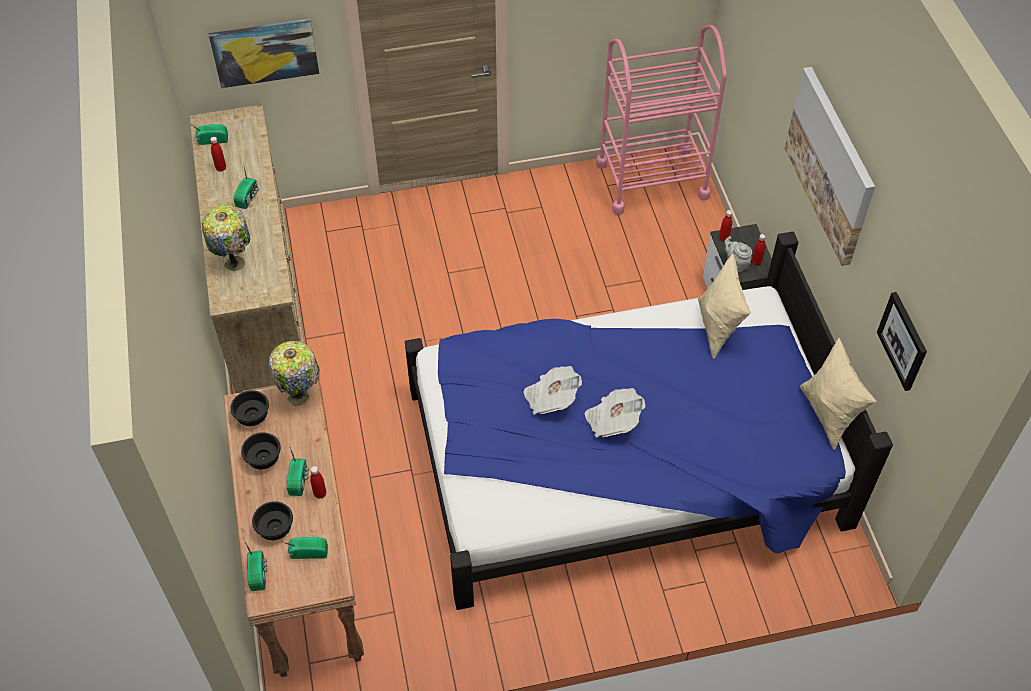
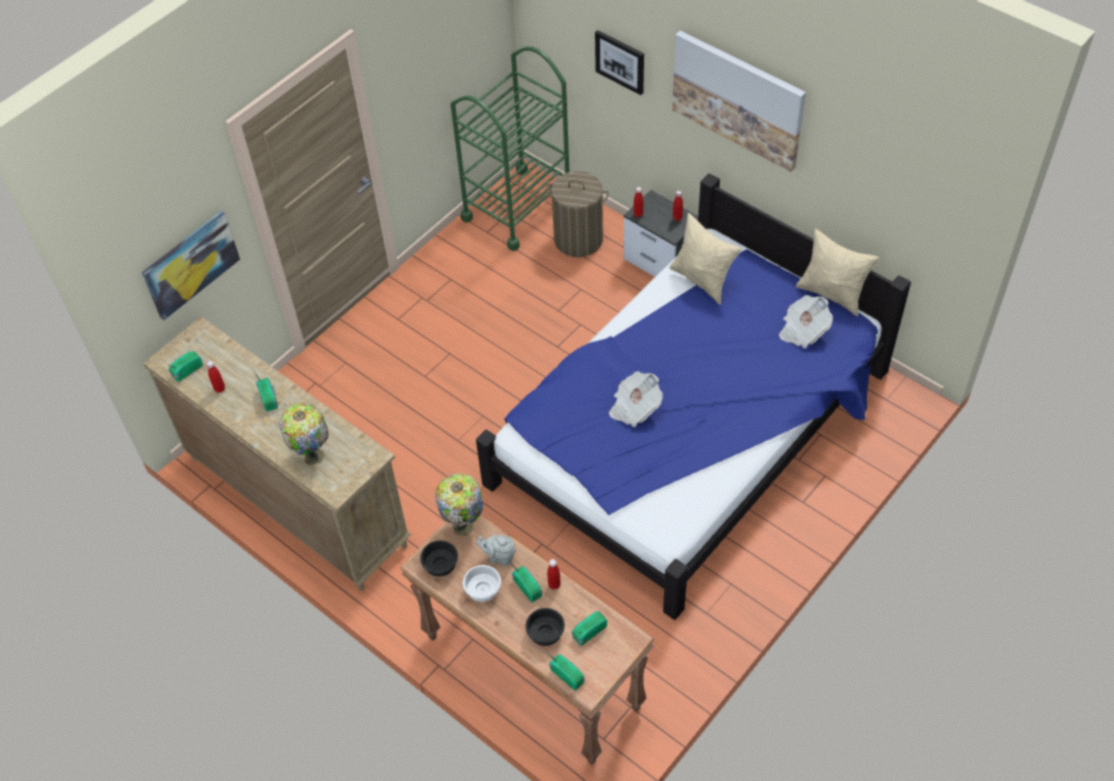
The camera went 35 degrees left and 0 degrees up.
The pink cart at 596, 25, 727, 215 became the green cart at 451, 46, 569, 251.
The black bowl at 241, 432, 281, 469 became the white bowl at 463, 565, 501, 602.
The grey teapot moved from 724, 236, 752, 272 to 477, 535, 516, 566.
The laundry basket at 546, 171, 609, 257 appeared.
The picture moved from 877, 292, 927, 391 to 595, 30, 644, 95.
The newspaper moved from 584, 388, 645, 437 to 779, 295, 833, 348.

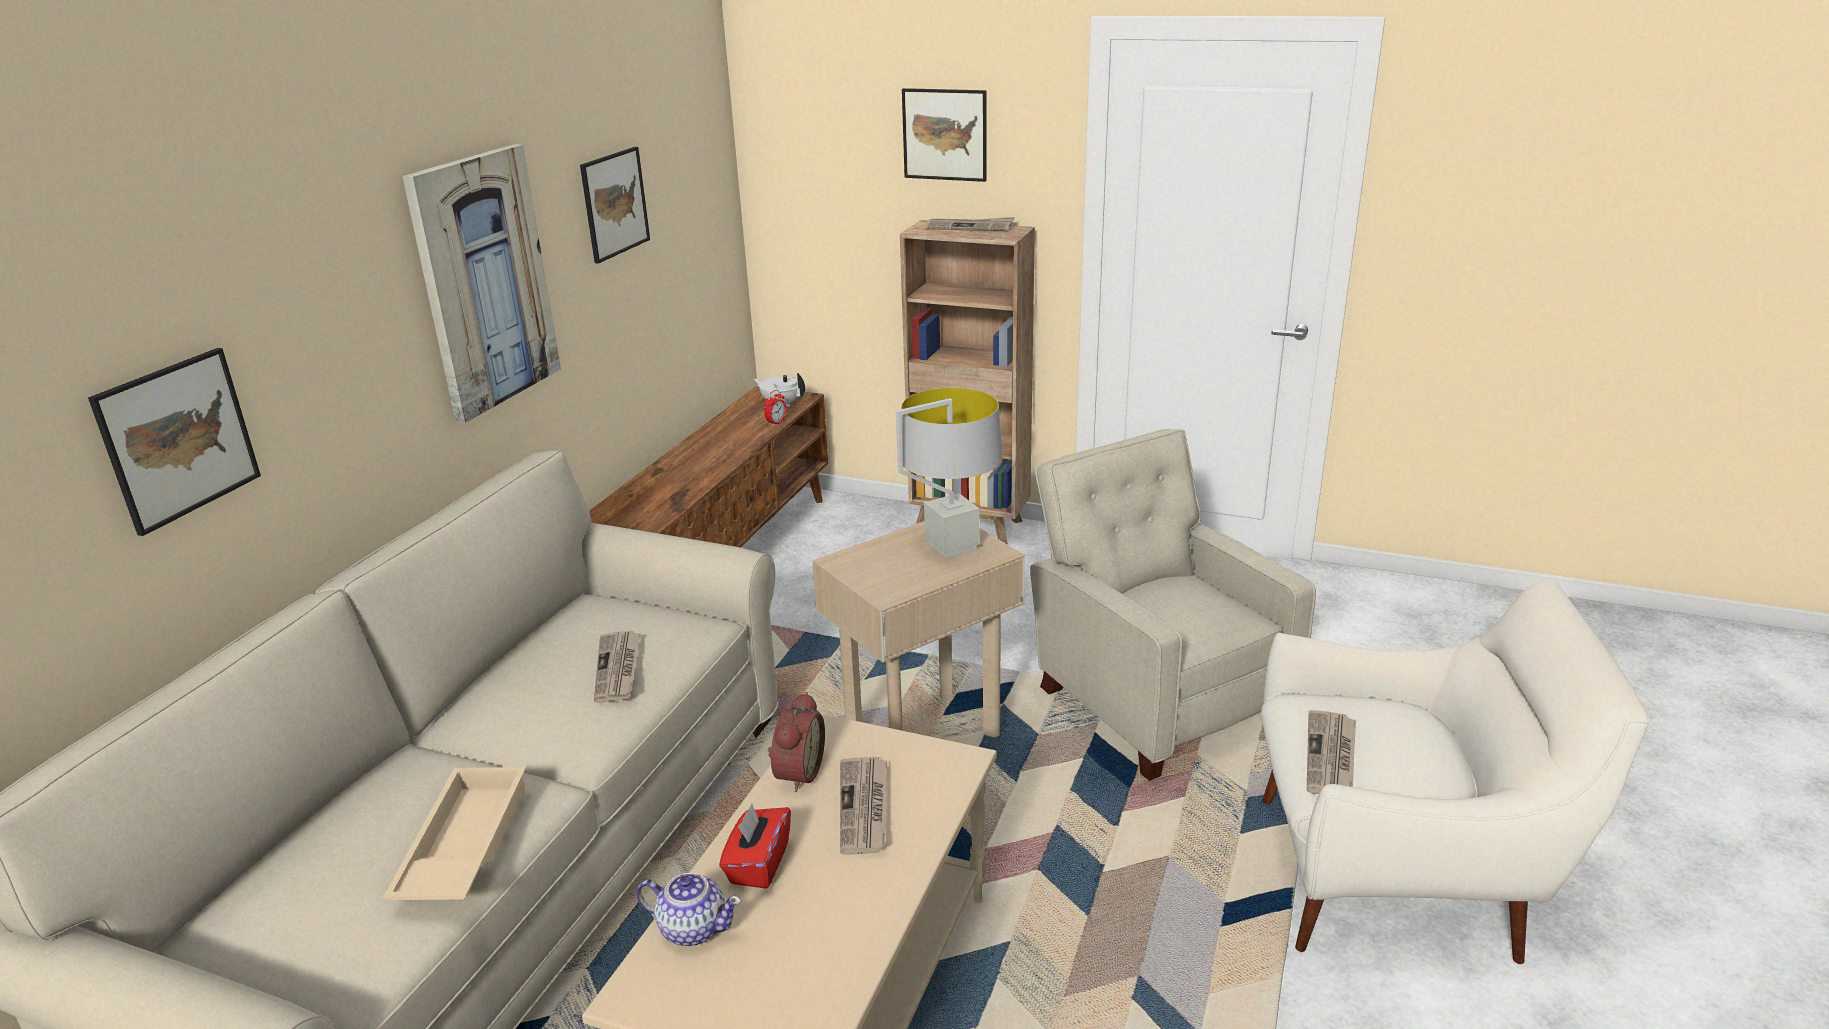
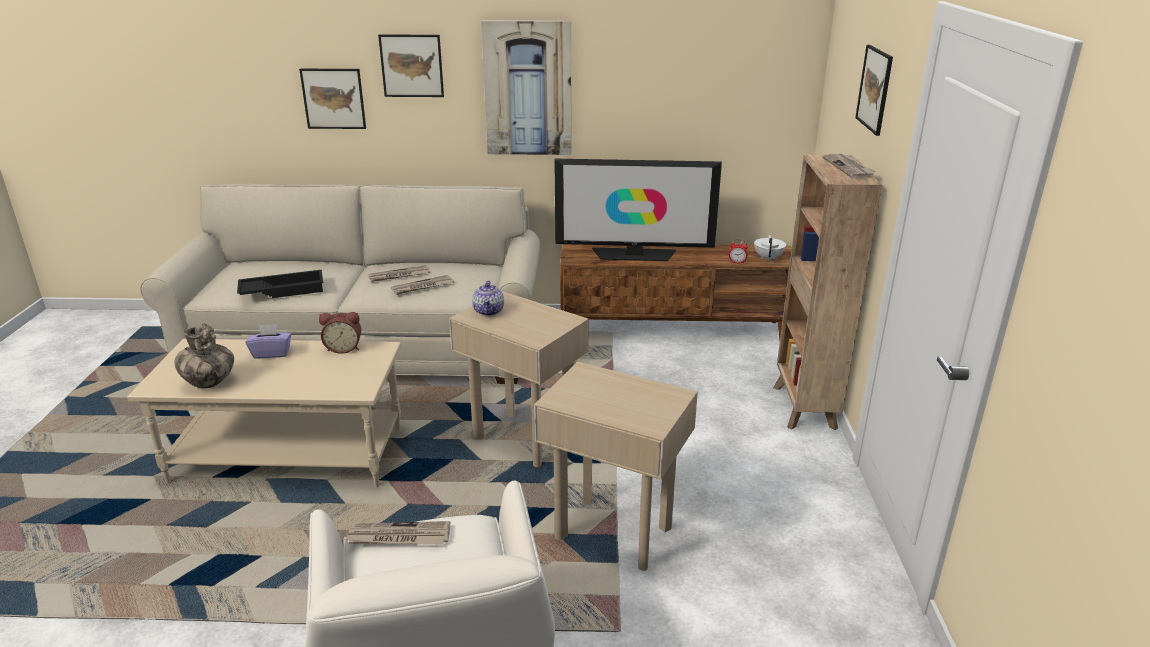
The camera went 70 degrees right and 0 degrees up.
The vase at 174, 324, 234, 388 appeared.
The beige tray at 383, 767, 526, 900 became the black tray at 237, 270, 323, 298.
The red tissue box at 719, 803, 791, 889 became the purple tissue box at 246, 324, 292, 359.
The newspaper moved from 840, 757, 888, 855 to 368, 265, 430, 282.
The picture moved from 580, 147, 650, 264 to 378, 35, 444, 97.
The teapot moved from 636, 873, 741, 946 to 472, 281, 504, 316.
The beige armchair at 1030, 429, 1316, 781 was replaced by the beige side table at 534, 362, 698, 571.
The television at 554, 159, 722, 261 appeared.
The grey table lamp at 896, 388, 1003, 558 disappeared.

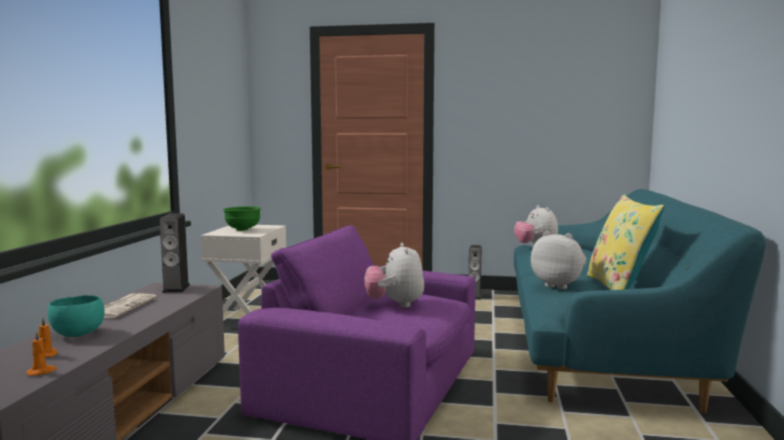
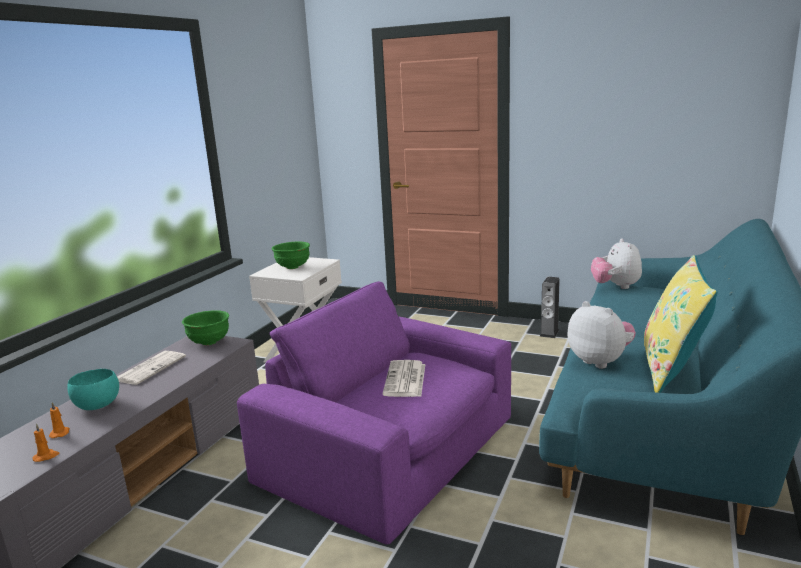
The camera went 15 degrees right and 10 degrees up.
The speaker at 160, 213, 190, 293 was replaced by the green bowl at 182, 310, 229, 345.
The plush toy at 364, 243, 424, 308 was replaced by the newspaper at 382, 360, 425, 397.

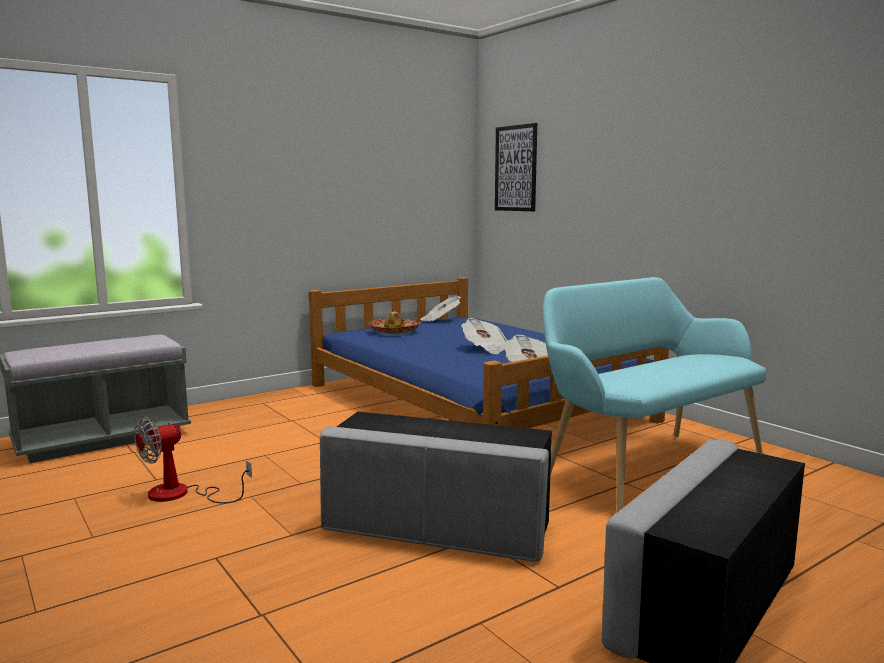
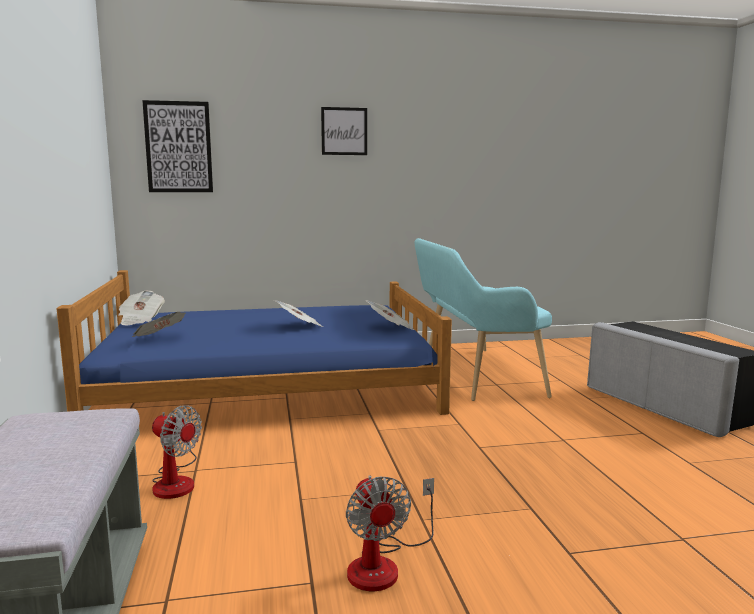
The camera went 65 degrees left and 0 degrees up.
The hat at 369, 312, 420, 334 was replaced by the newspaper at 132, 312, 186, 337.
The fan at 152, 405, 202, 499 appeared.
The picture at 321, 107, 367, 155 appeared.
The grey ottoman at 320, 412, 552, 562 disappeared.

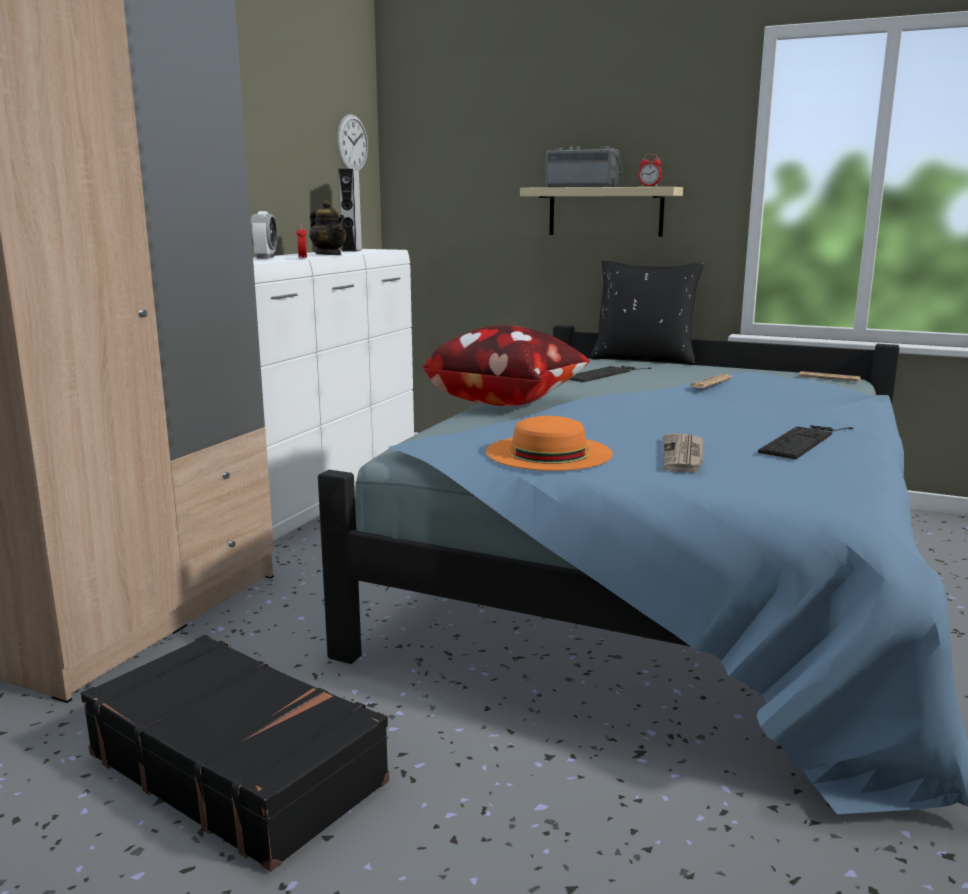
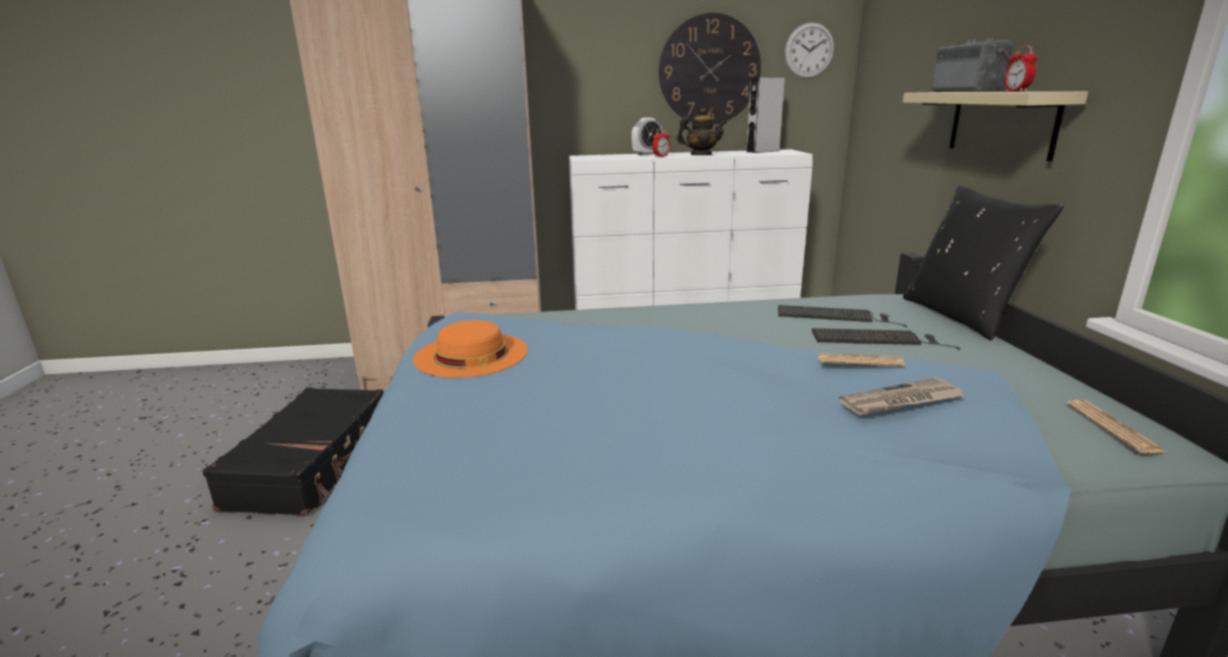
The camera went 60 degrees right and 5 degrees up.
The wall clock at 659, 13, 761, 125 appeared.
The teapot at 309, 200, 346, 255 turned 105 degrees counterclockwise.
The keyboard moved from 758, 425, 854, 459 to 812, 328, 961, 349.
The newspaper moved from 663, 433, 703, 472 to 838, 377, 965, 415.
The pillow at 421, 325, 590, 406 disappeared.

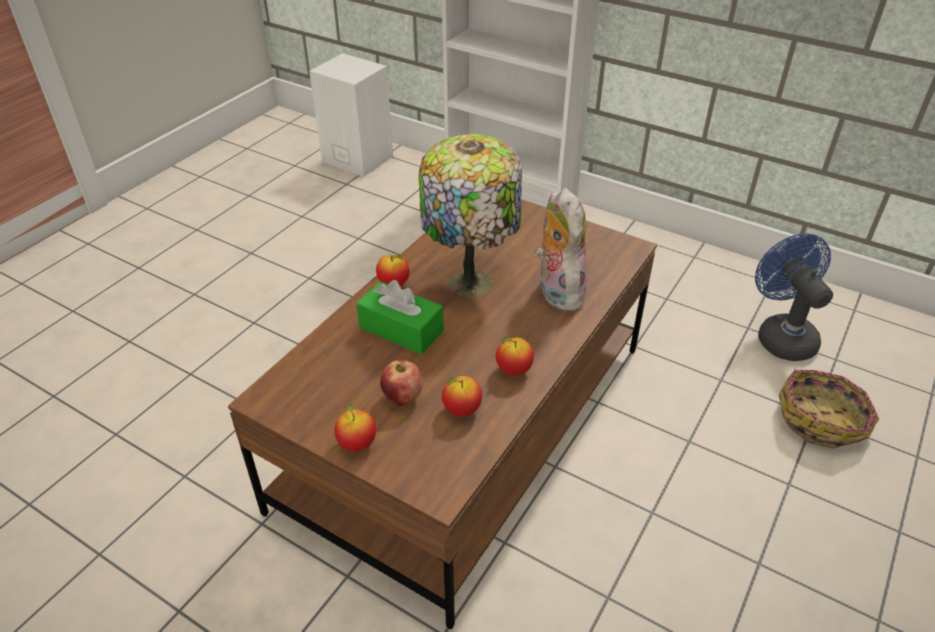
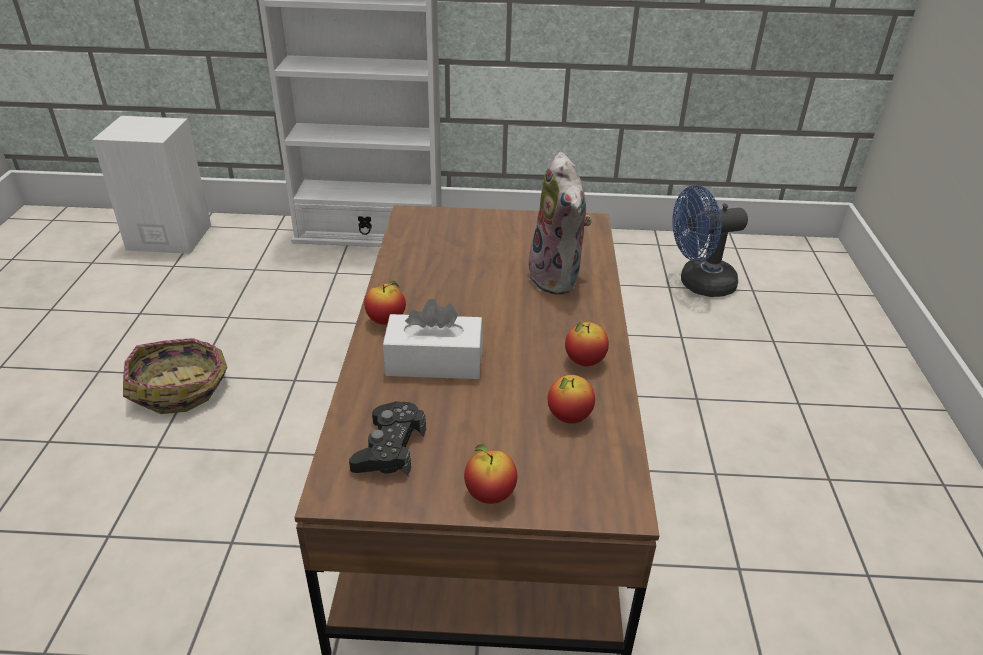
The camera went 30 degrees left and 5 degrees down.
The basket moved from 779, 370, 879, 449 to 123, 338, 228, 414.
The black game controller at 349, 401, 426, 476 appeared.
The green tissue box at 356, 280, 444, 354 became the white tissue box at 383, 299, 483, 379.
The plush toy at 535, 188, 587, 311 turned 150 degrees counterclockwise.
The blue fan at 755, 234, 833, 361 turned 60 degrees counterclockwise.
The apple at 380, 360, 423, 406 disappeared.
The table lamp at 418, 134, 522, 298 disappeared.

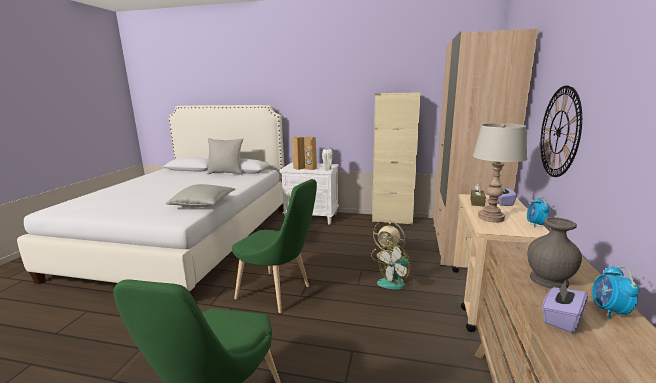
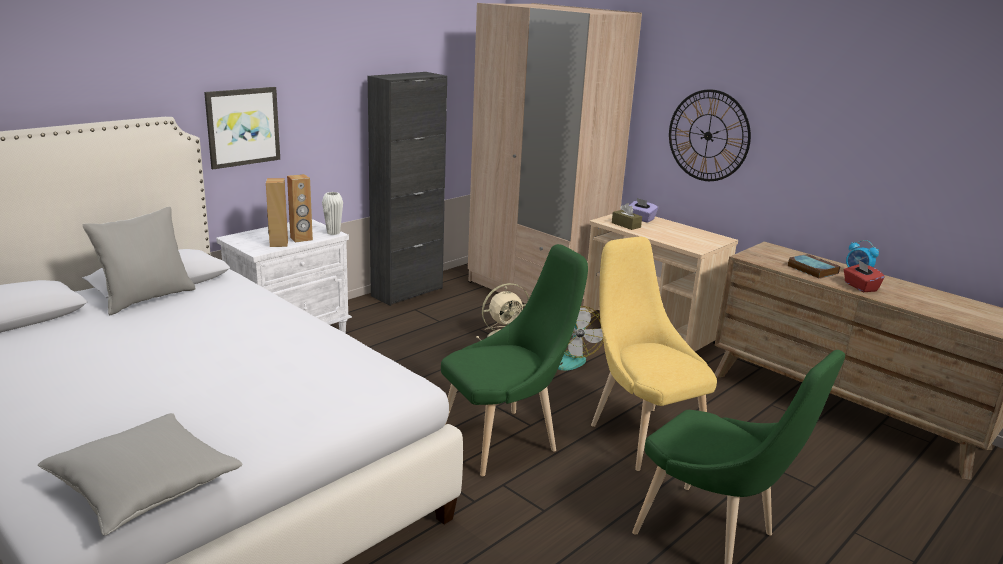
The camera went 60 degrees left and 5 degrees up.
The grey pillow moved from 165, 184, 235, 207 to 38, 413, 242, 536.
The picture at 204, 87, 280, 169 appeared.
The beige cabinet at 372, 92, 421, 225 became the black cabinet at 368, 72, 447, 306.
The yellow chair at 591, 237, 717, 471 appeared.
The grey vase at 527, 217, 582, 289 was replaced by the book at 787, 254, 840, 279.
The purple tissue box at 542, 281, 588, 333 became the red tissue box at 844, 260, 885, 292.
The grey table lamp at 473, 123, 527, 223 disappeared.
The alarm clock at 527, 197, 550, 228 disappeared.

